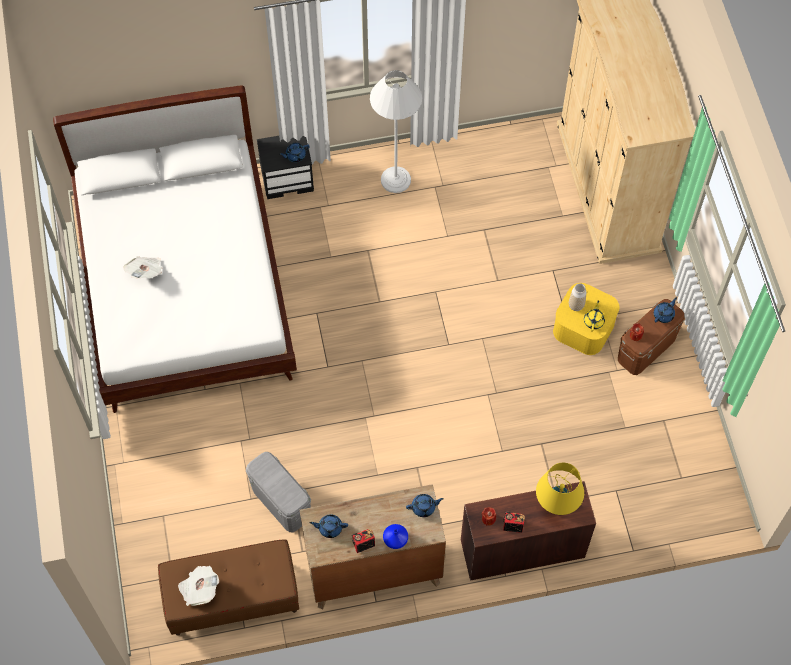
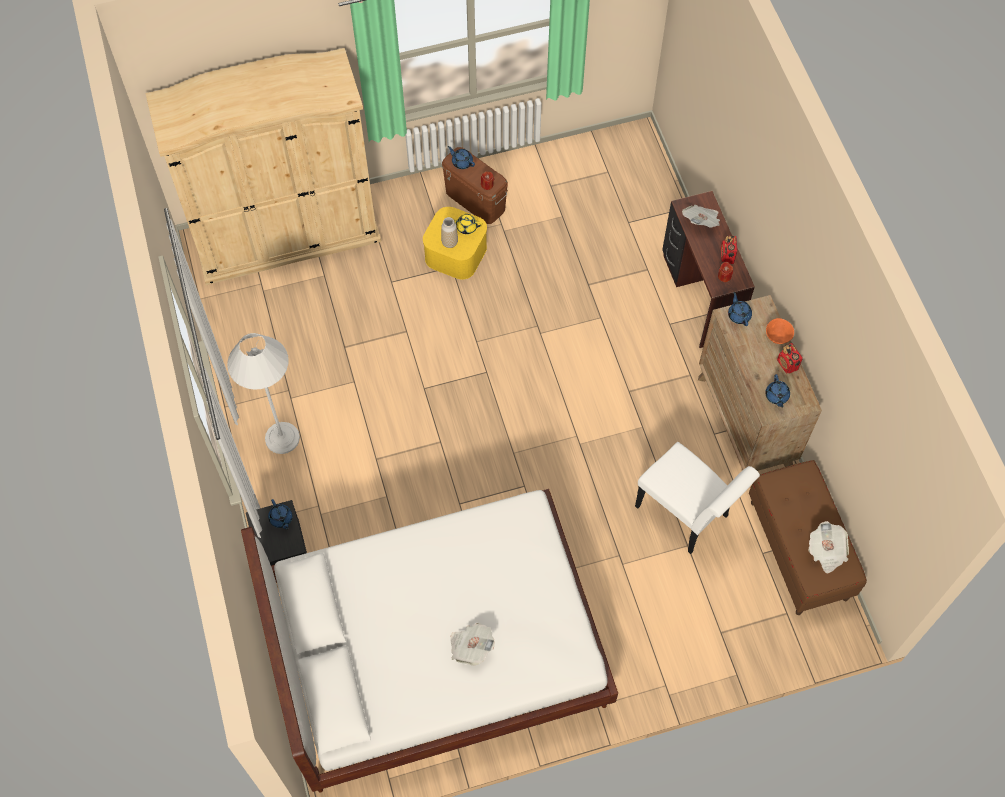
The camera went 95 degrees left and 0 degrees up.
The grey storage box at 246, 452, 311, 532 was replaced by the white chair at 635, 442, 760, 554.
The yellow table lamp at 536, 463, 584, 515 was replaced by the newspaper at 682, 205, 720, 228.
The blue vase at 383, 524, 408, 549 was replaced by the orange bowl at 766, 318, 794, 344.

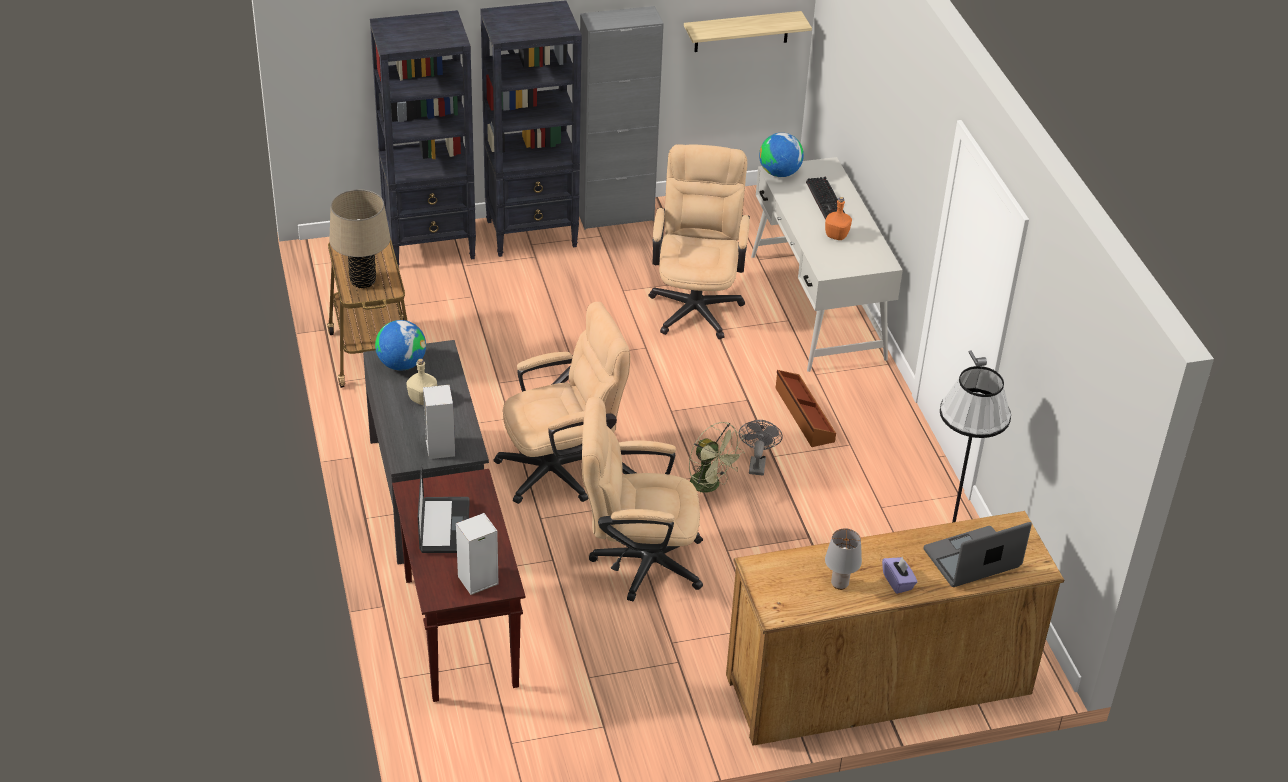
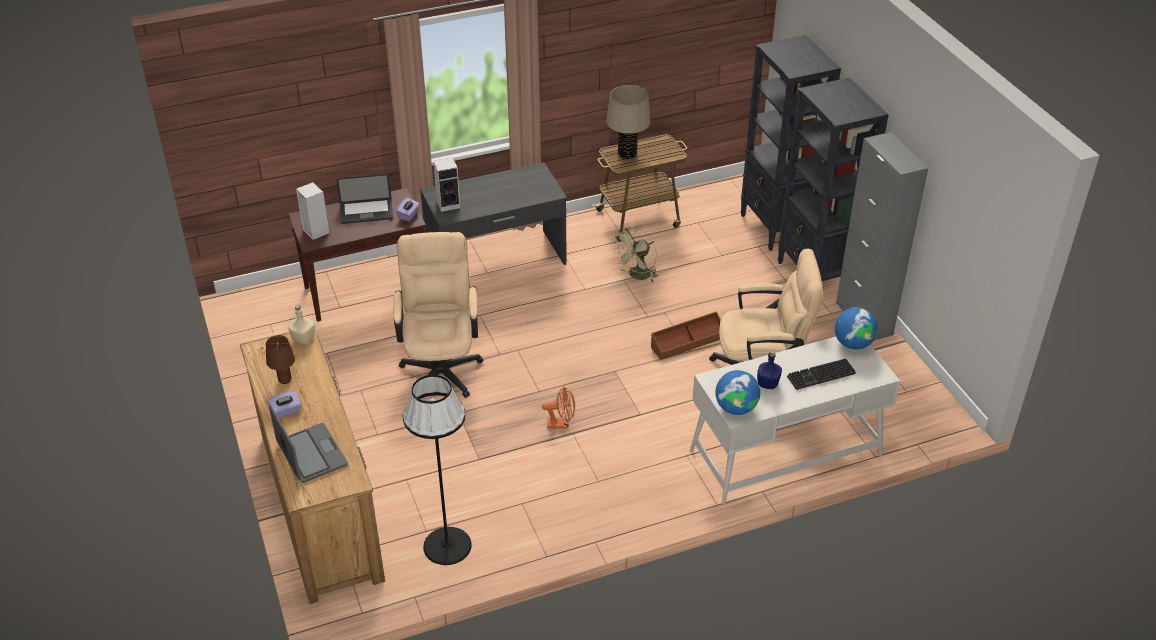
The camera went 85 degrees right and 0 degrees up.
The grey table lamp at 825, 528, 862, 590 became the brown table lamp at 266, 335, 295, 384.
The beige bottle moved from 407, 359, 437, 405 to 288, 305, 315, 344.
The purple tissue box at 396, 198, 420, 221 appeared.
The grey fan at 739, 420, 783, 476 became the orange fan at 542, 386, 575, 429.
The green fan moved from 689, 422, 745, 495 to 613, 227, 658, 282.
The brown storage box moved from 776, 370, 836, 447 to 651, 311, 721, 360.
The globe moved from 375, 320, 426, 371 to 715, 370, 760, 415.
The orange bottle at 825, 197, 852, 240 became the blue bottle at 757, 351, 782, 389.
The beige office chair at 493, 302, 630, 504 disappeared.
The shelf at 684, 11, 812, 52 disappeared.

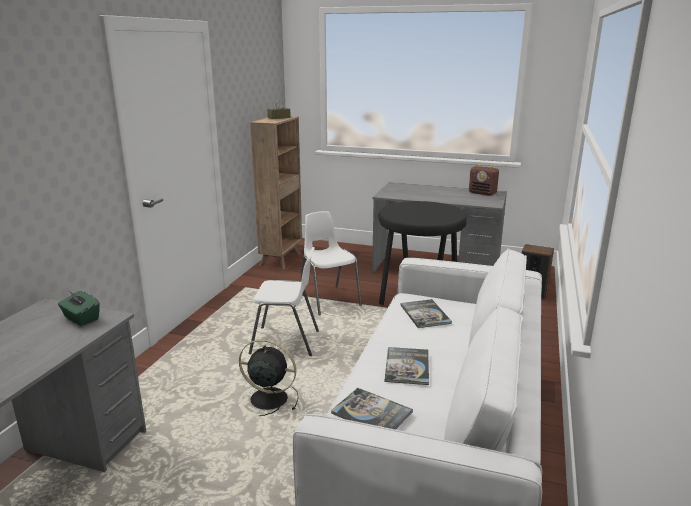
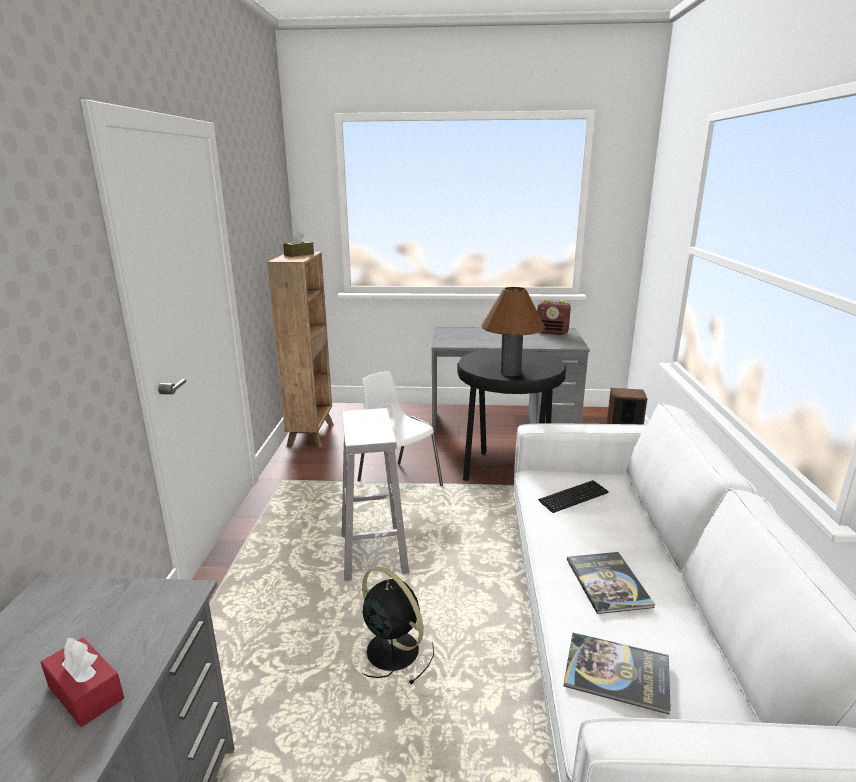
The camera went 15 degrees left and 0 degrees up.
The red tissue box at 41, 638, 124, 727 appeared.
The white chair at 249, 247, 319, 356 was replaced by the white stool at 342, 408, 409, 581.
The black fan at 239, 339, 298, 416 turned 45 degrees clockwise.
The brown table lamp at 481, 287, 545, 376 appeared.
The book at 400, 299, 452, 328 was replaced by the keyboard at 538, 480, 609, 513.
The green tissue box at 58, 291, 100, 326 disappeared.

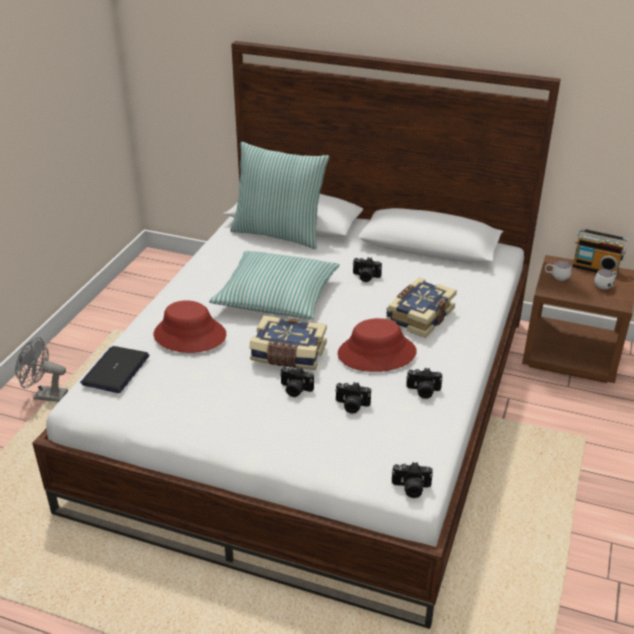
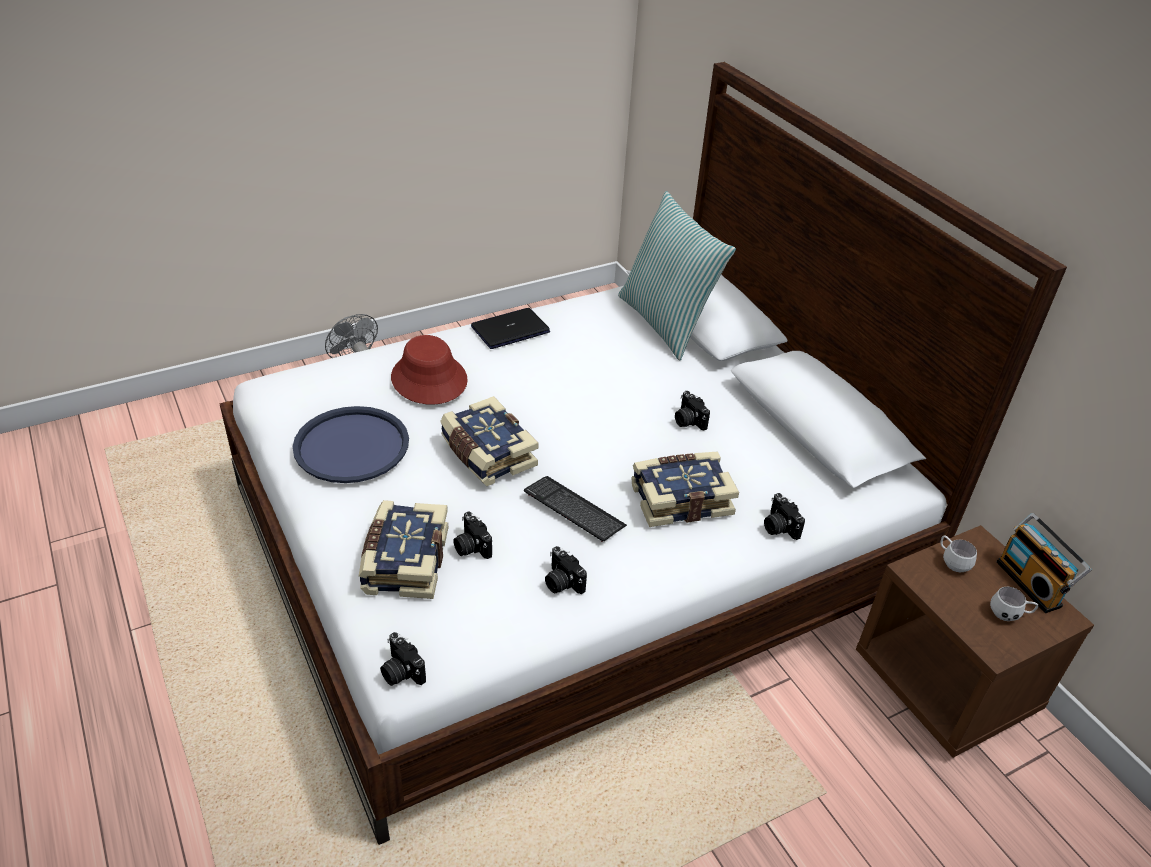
The camera went 40 degrees right and 5 degrees up.
The blue tray at 293, 406, 409, 483 appeared.
The book at 359, 500, 448, 599 appeared.
The laptop moved from 80, 346, 150, 393 to 471, 308, 550, 349.
The red hat at 338, 318, 417, 372 was replaced by the keyboard at 524, 476, 627, 542.
The photo camera moved from 280, 366, 314, 397 to 764, 493, 805, 540.
The pillow at 209, 251, 340, 319 disappeared.

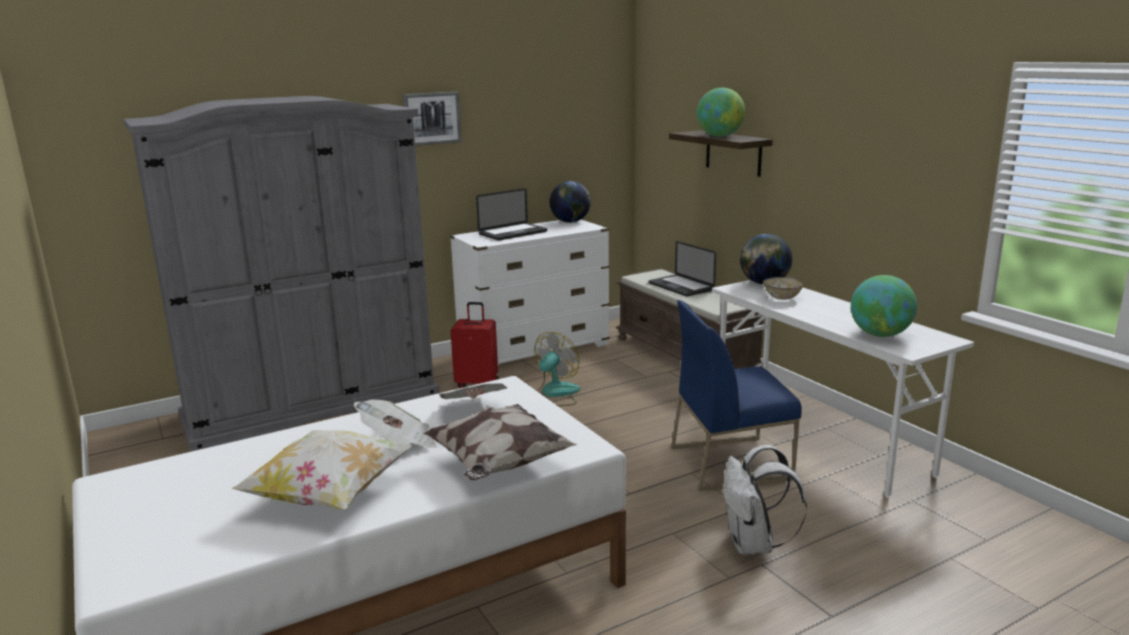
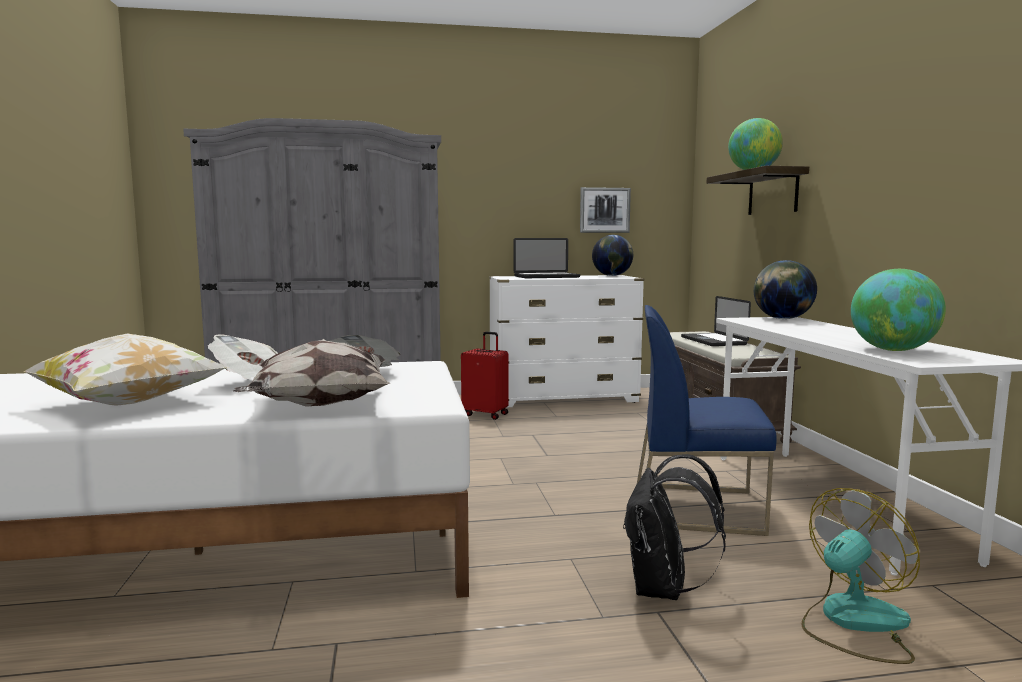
The camera went 20 degrees right and 10 degrees down.
The picture moved from 403, 92, 462, 146 to 580, 187, 631, 233.
The white backpack at 723, 445, 807, 555 became the black backpack at 623, 454, 726, 600.
The fan moved from 534, 332, 580, 406 to 801, 488, 920, 664.
The bowl at 763, 277, 804, 300 disappeared.

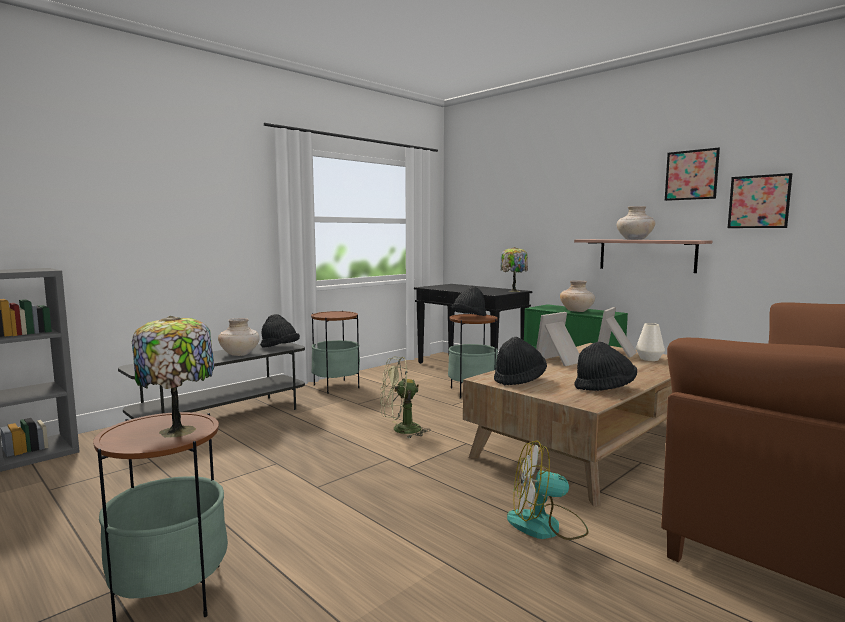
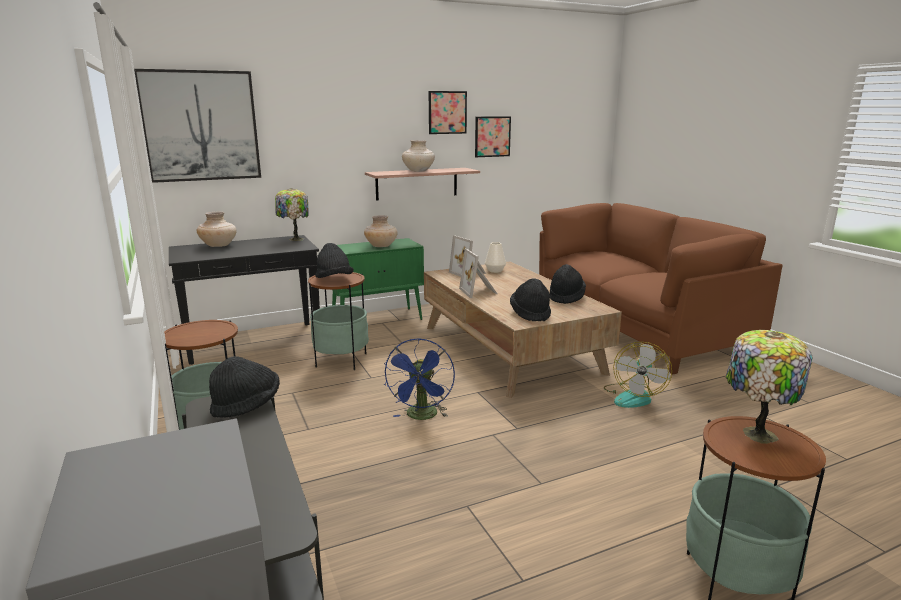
The camera went 70 degrees left and 10 degrees up.
The picture at 134, 69, 261, 183 appeared.
The beige vase moved from 218, 318, 260, 356 to 196, 212, 237, 247.
The green fan at 380, 357, 431, 438 became the blue fan at 384, 338, 455, 420.

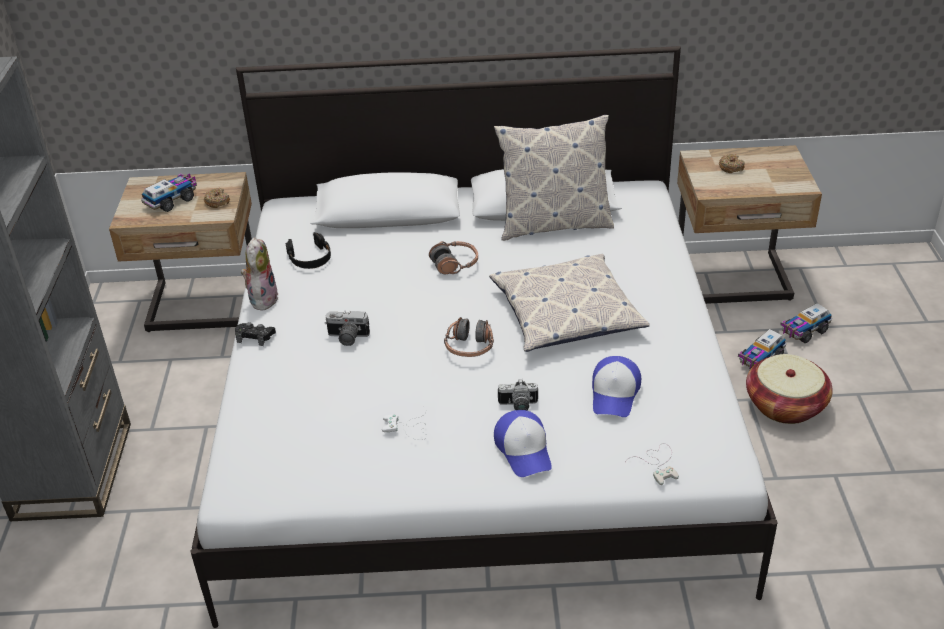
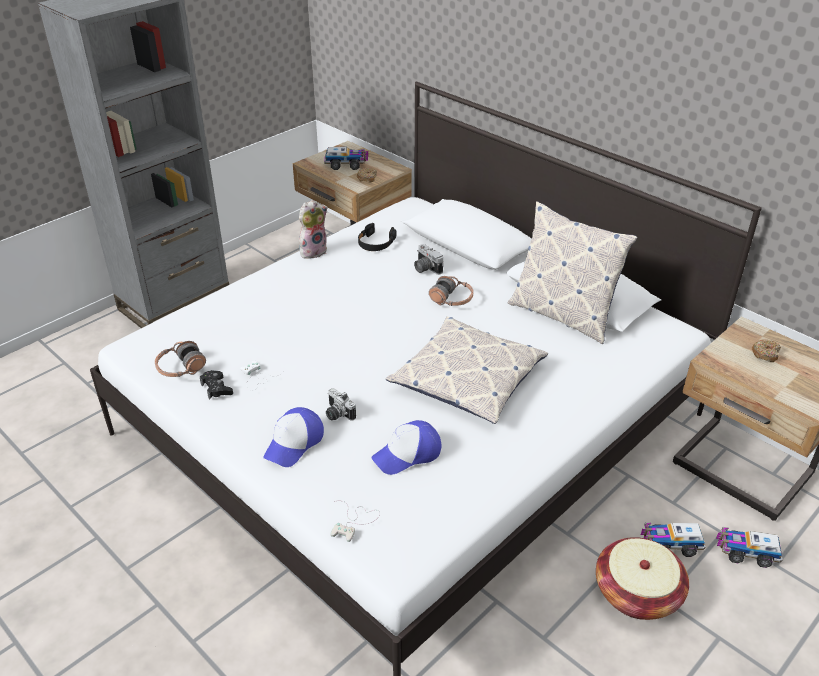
The camera went 45 degrees right and 0 degrees up.
The headphones moved from 444, 317, 494, 357 to 155, 341, 206, 377.
The black game controller moved from 235, 322, 276, 346 to 200, 370, 233, 400.
The photo camera moved from 325, 311, 370, 346 to 414, 244, 444, 275.

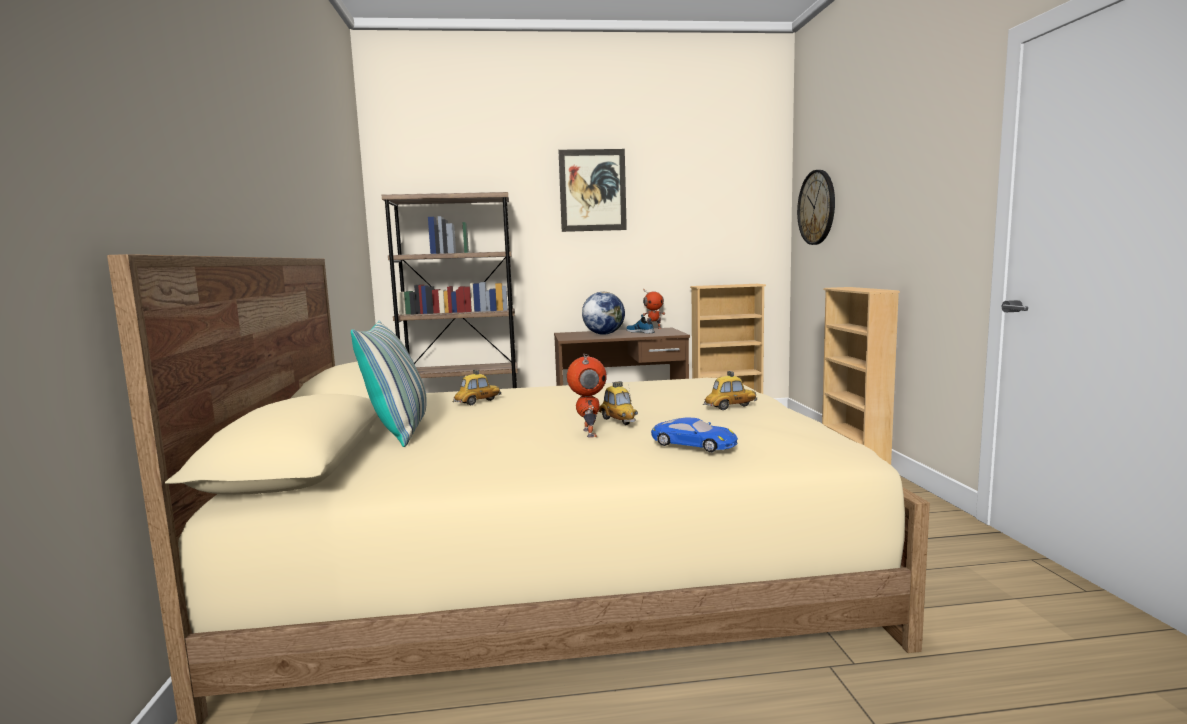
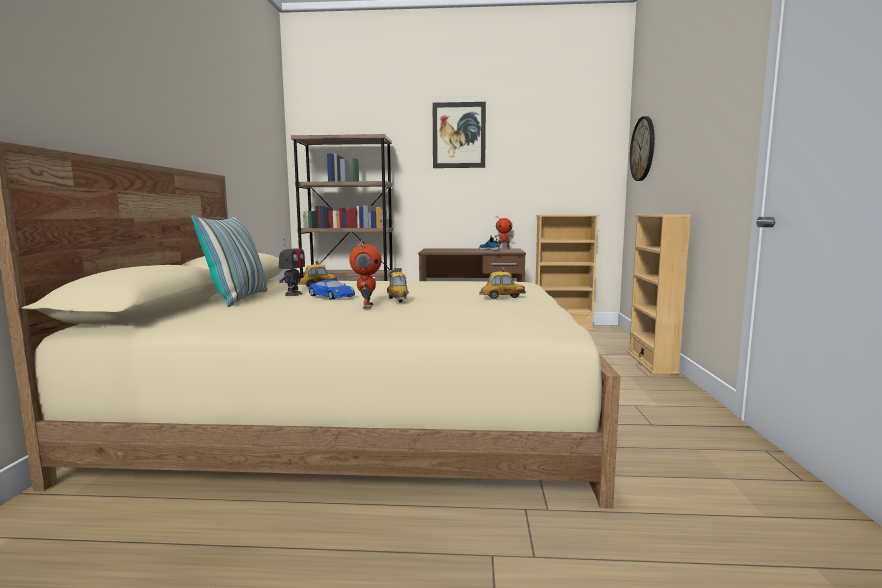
The camera went 10 degrees right and 0 degrees up.
The toy robot at 279, 239, 305, 296 appeared.
The blue toy car moved from 651, 417, 738, 452 to 309, 280, 355, 300.
The globe at 582, 292, 625, 335 disappeared.

